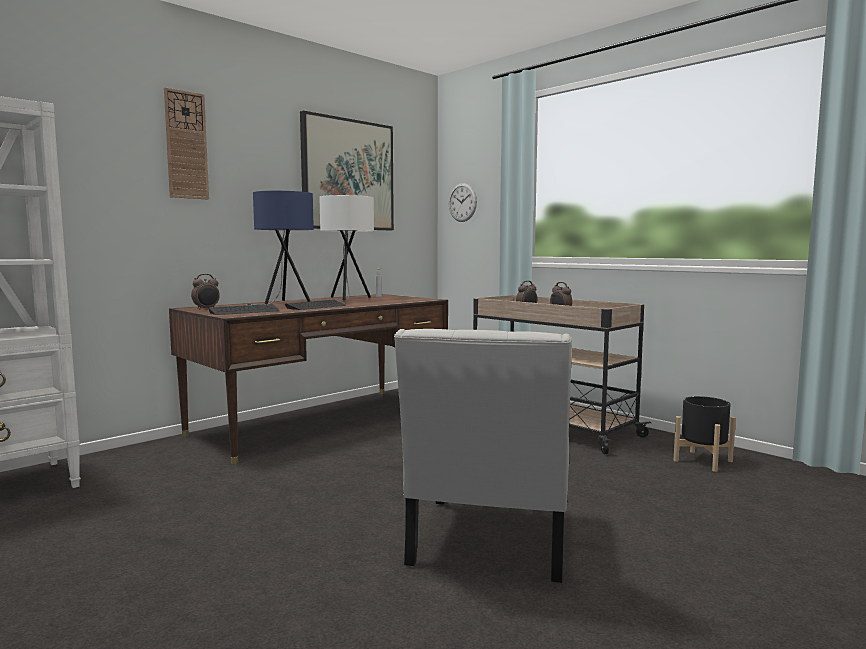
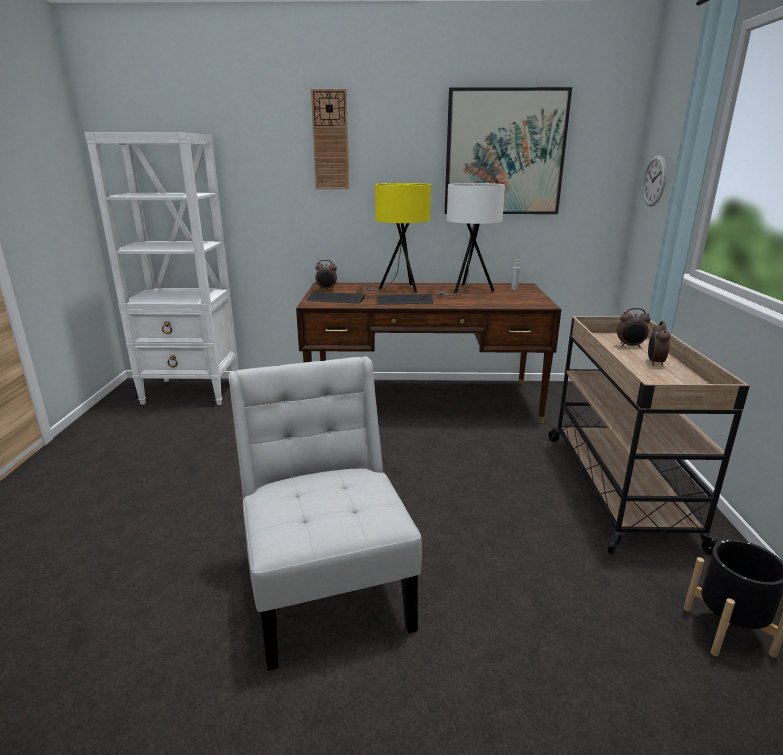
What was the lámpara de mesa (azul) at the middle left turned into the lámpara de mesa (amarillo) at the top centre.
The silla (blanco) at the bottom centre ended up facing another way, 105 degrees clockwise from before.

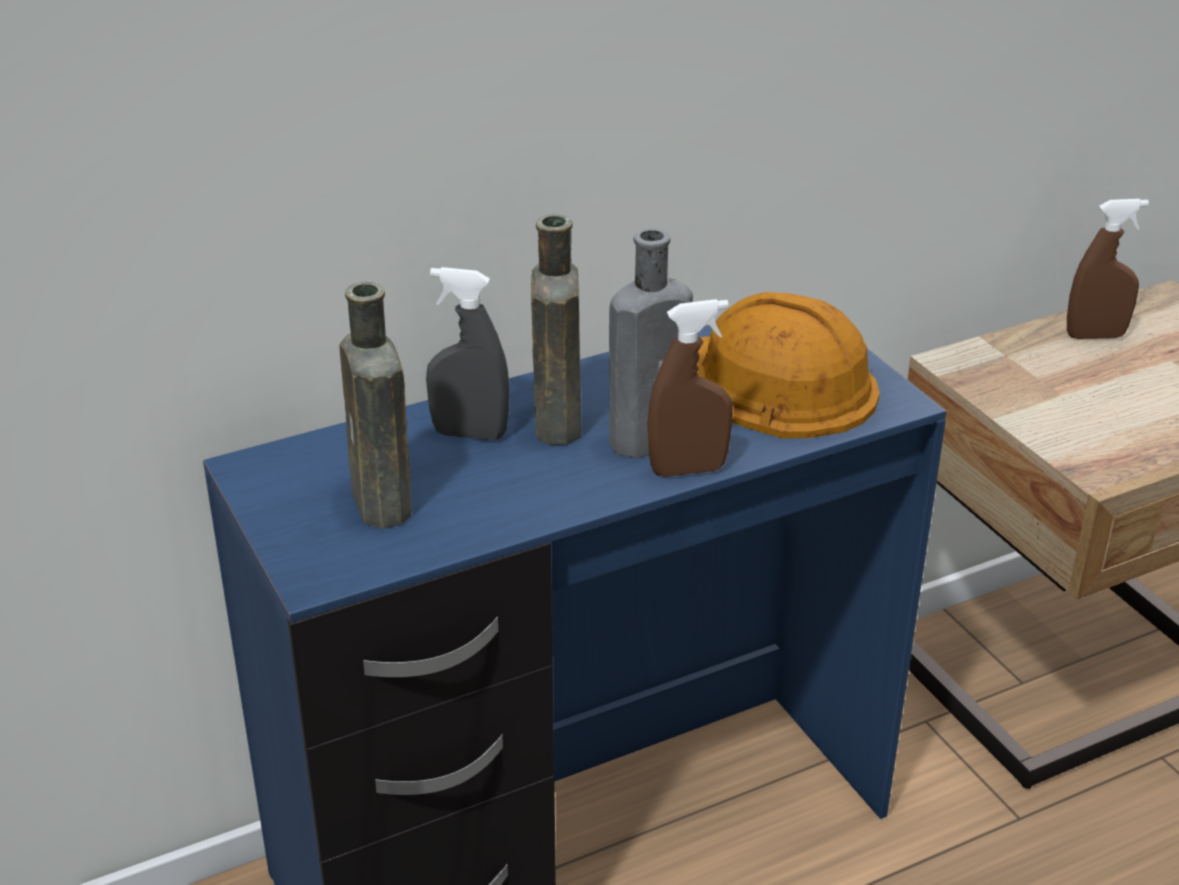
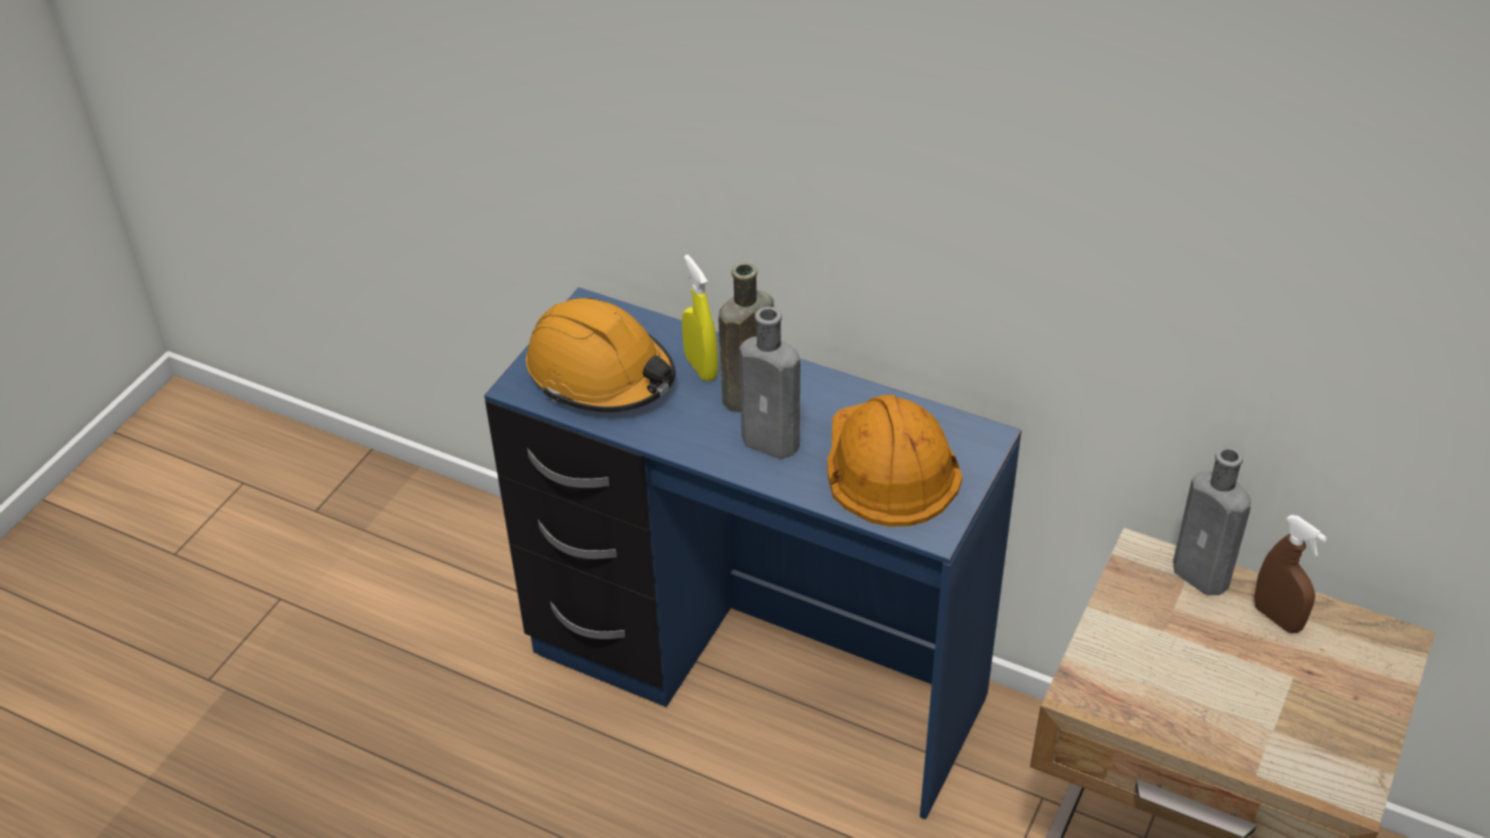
What was the pulverizador (gris) at the centre turned into the pulverizador (amarillo) at the centre.
Where the botella (marrón) (no. 1 from left) stood at the middle left, the casco (naranja) (no. 1 from left) came to stand at the centre.
The second view lost the pulverizador (marrón) (no. 1 from left) at the centre.
The second view gained the botella (gris) (no. 2 from left) at the middle right.

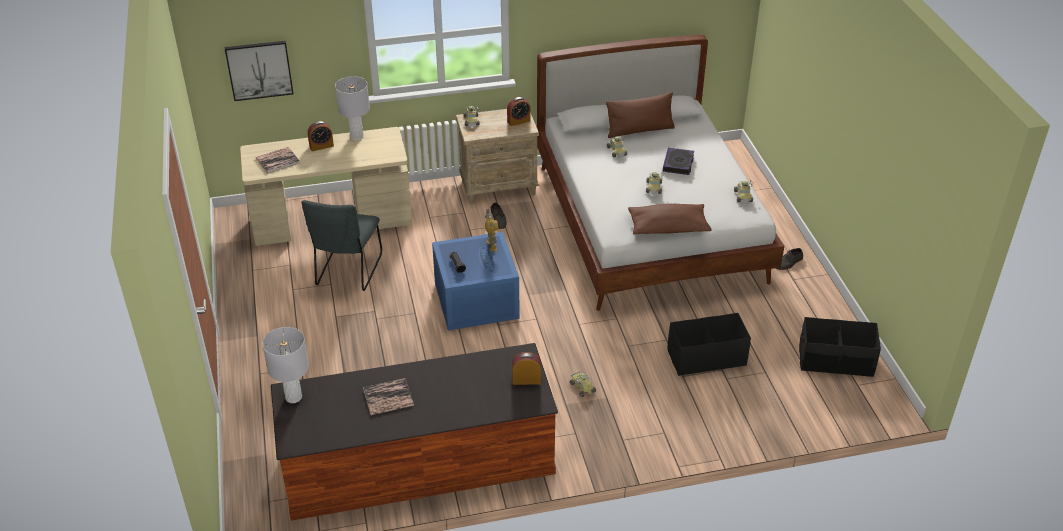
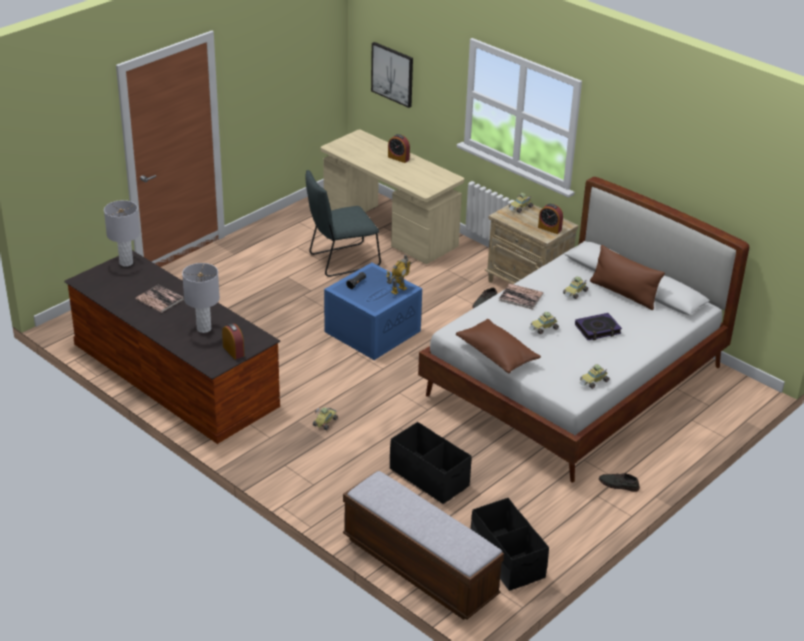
The lámpara de mesa (gris) (no. 2 from left) ended up elsewhere, having gone from the top left to the middle left.
The libro (no. 1 from left in the first image) ended up elsewhere, having gone from the top left to the centre.
The second view gained the banco at the bottom centre.

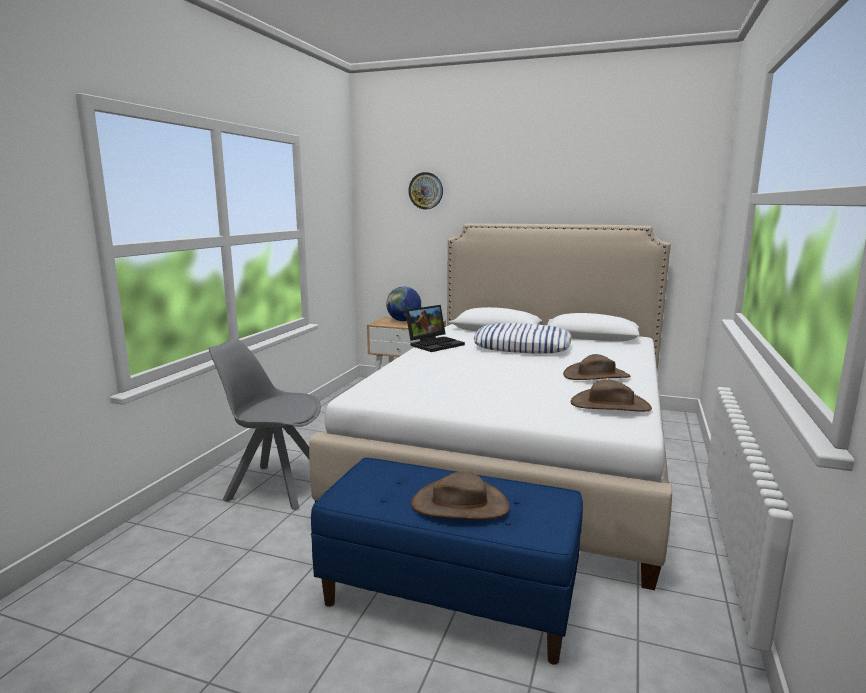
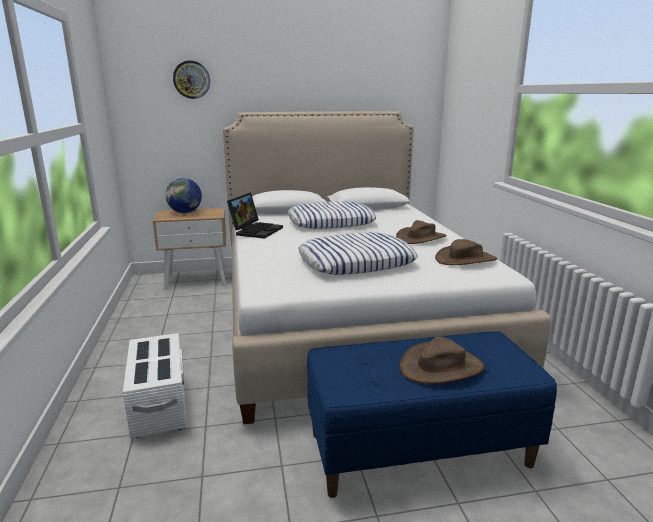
Where the silla (gris) stood at the middle left, the caja de almacenaje (blanco) came to stand at the bottom left.
The second view gained the cojín (no. 2 from left) at the centre.

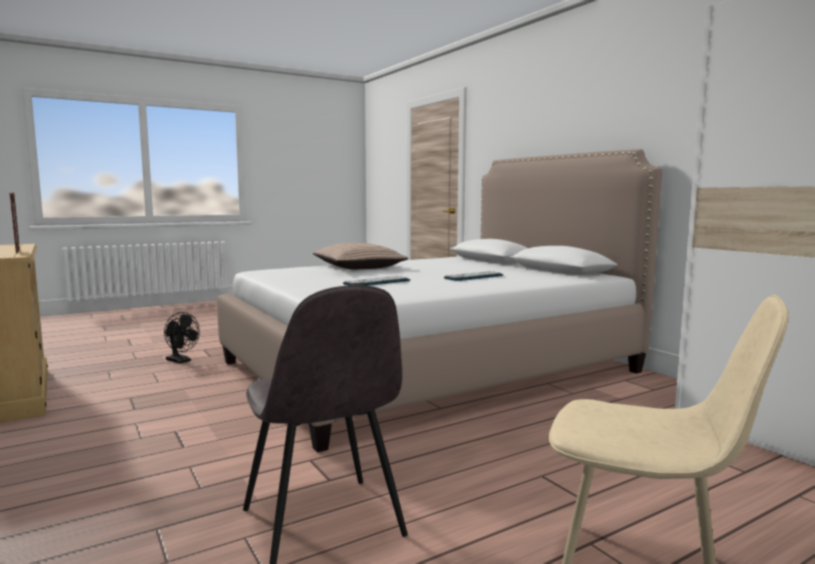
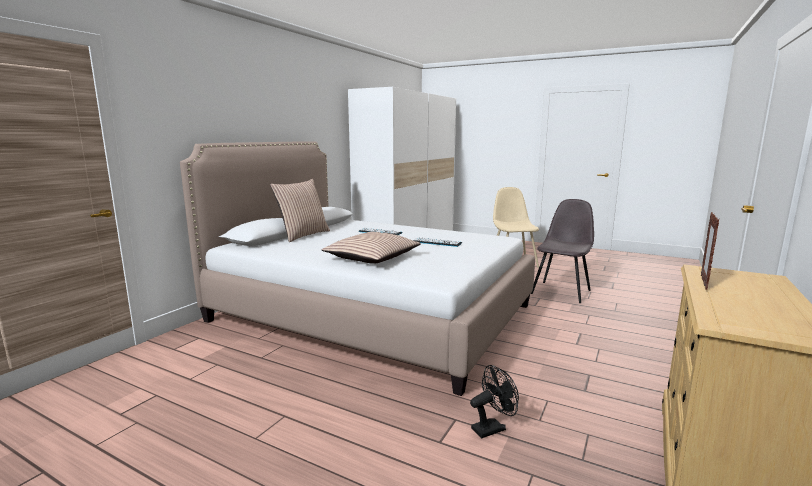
The ventilador (negro) at the middle left ended up facing another way, 60 degrees clockwise from before.
The second view gained the cojín (no. 1 from left) at the centre.

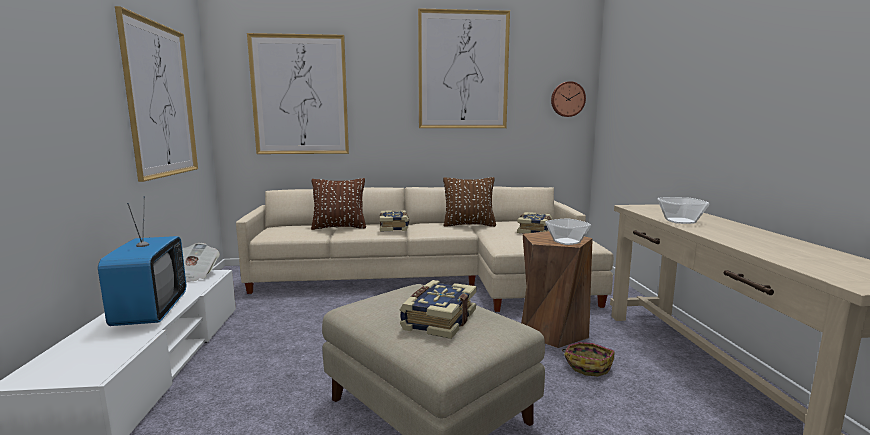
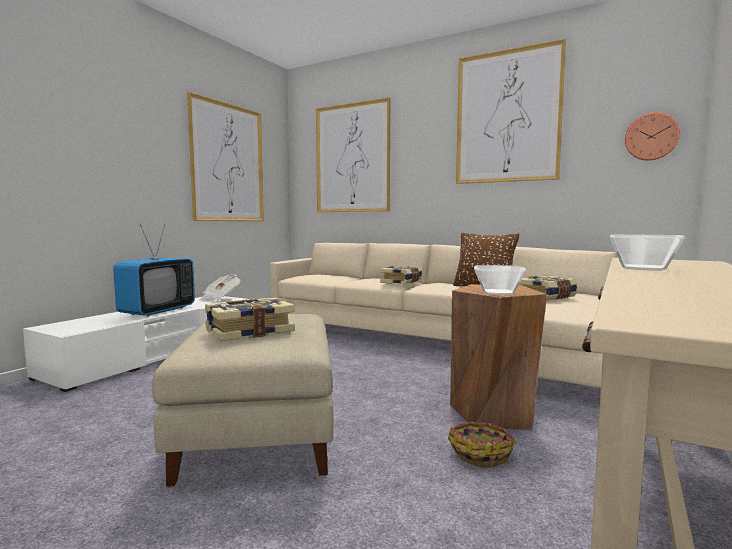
The second view lost the cojín (marrón) (no. 1 from left) at the centre.

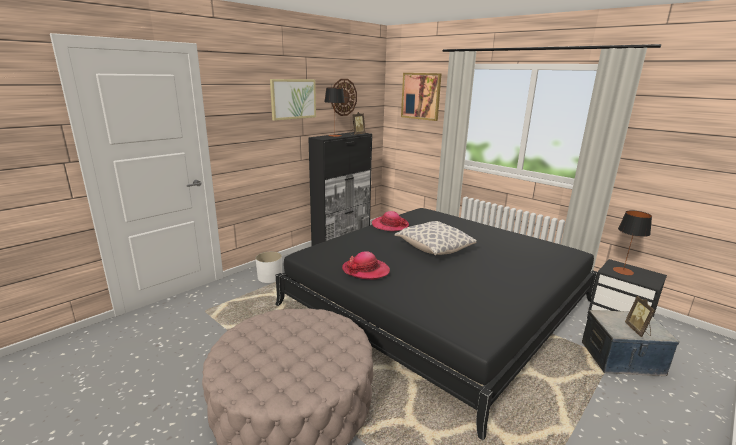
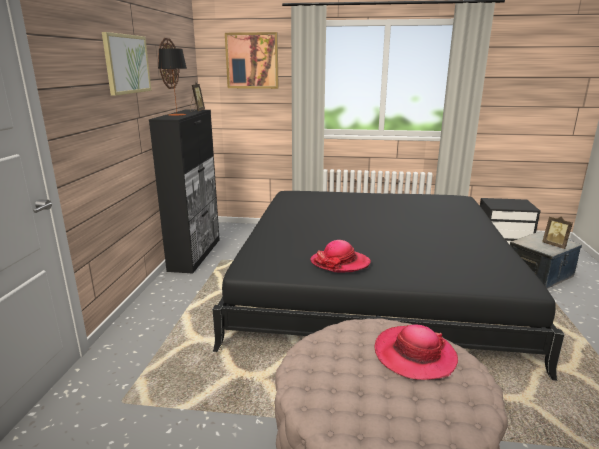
The second view lost the lámpara de mesa (no. 2 from left) at the middle right.
The sombrero (no. 2 from left) ended up elsewhere, having gone from the centre to the bottom right.
The second view lost the cojín at the centre.
The second view lost the maceta (blanco) at the centre.

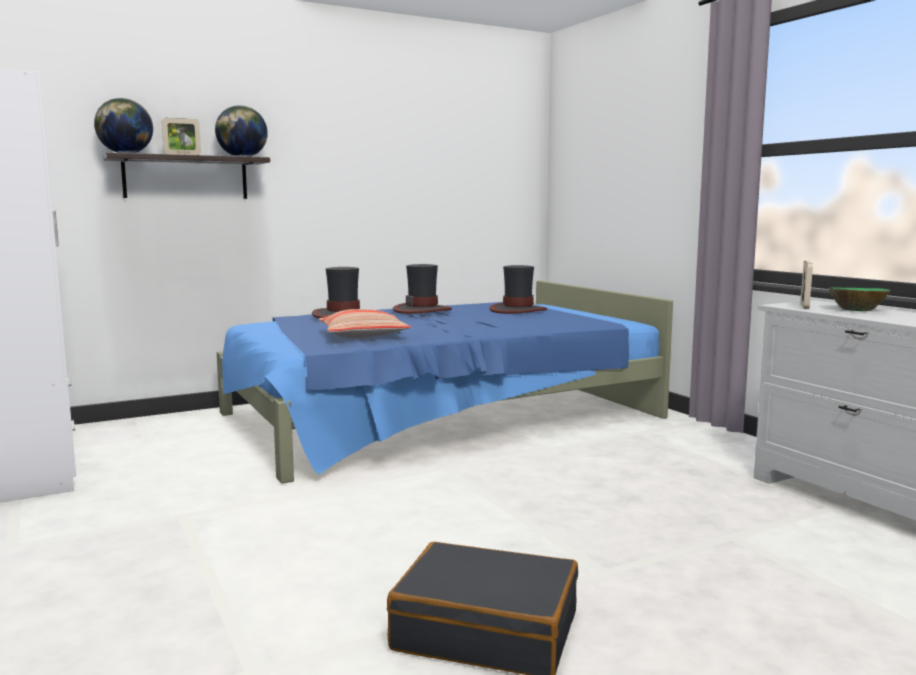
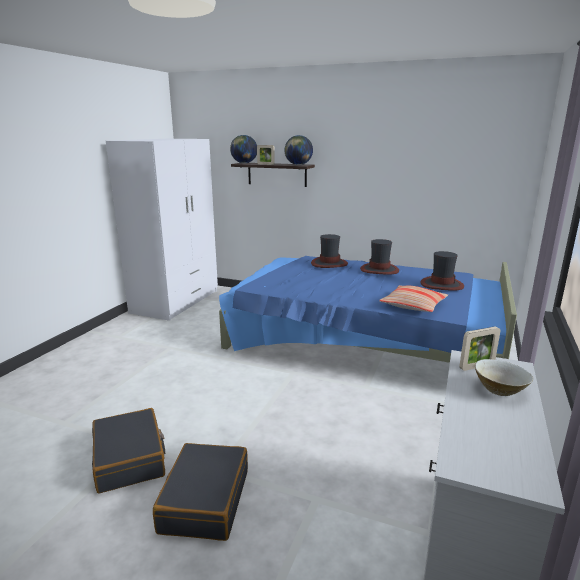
What was the cuenco (verde) at the middle right turned into the cuenco (beis) at the middle right.
The cojín ended up elsewhere, having gone from the centre to the middle right.
The second view gained the maleta (negro) (no. 2 from left) at the bottom centre.

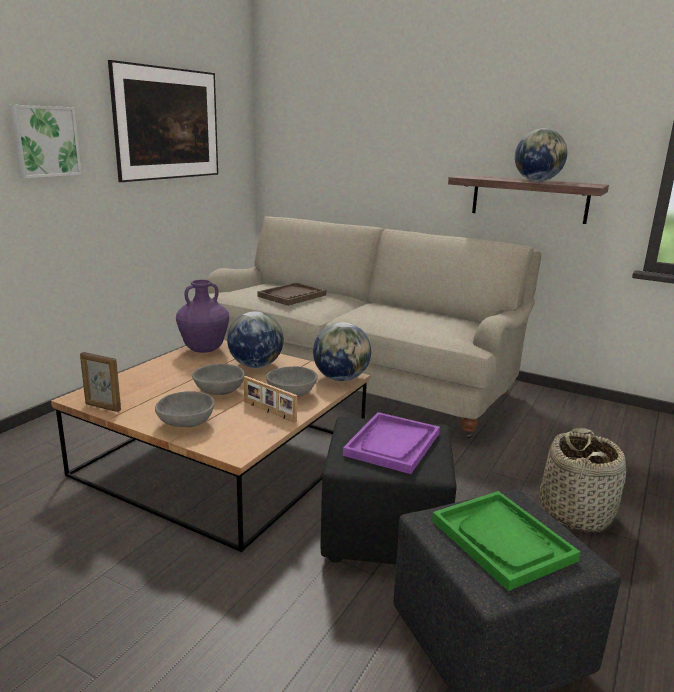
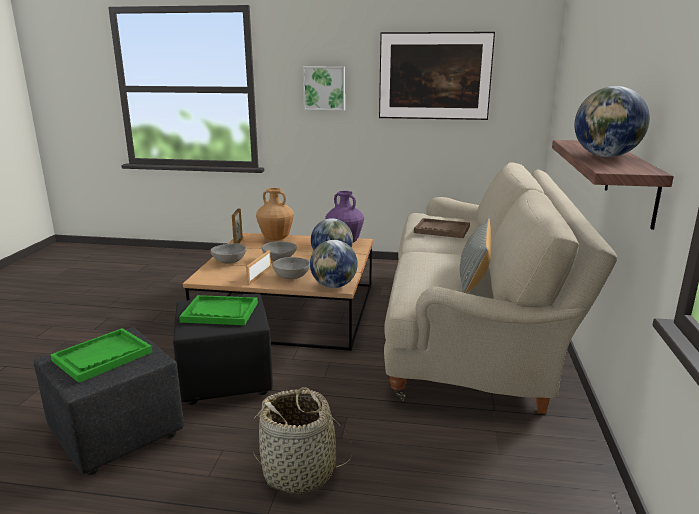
What was the bandeja (morado) at the centre turned into the bandeja (verde) (no. 2 from left) at the middle left.
The second view gained the florero (marrón) at the centre.
The second view gained the cojín (gris) at the middle right.

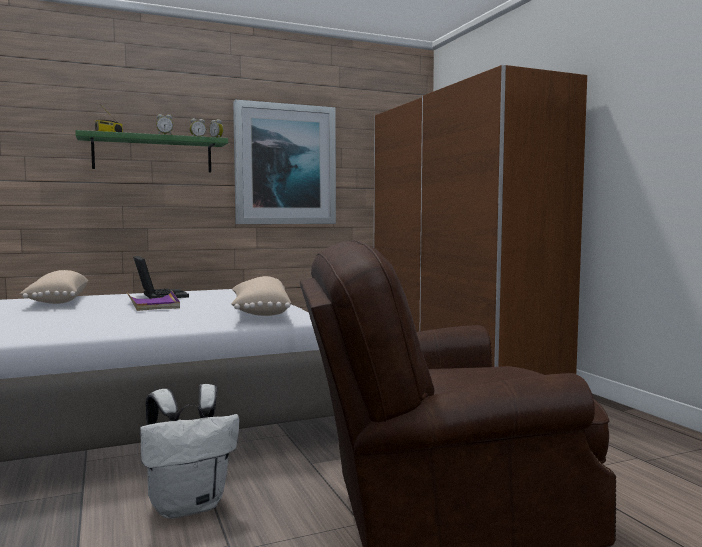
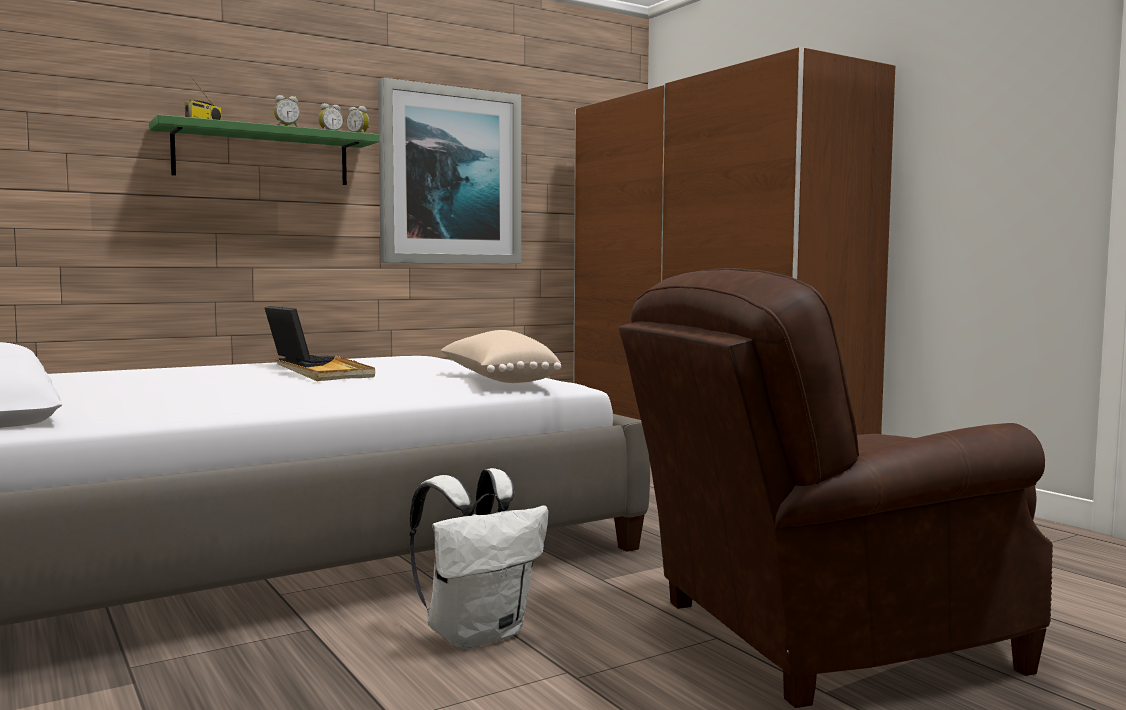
The second view lost the cojín (beis) (no. 1 from left) at the middle left.
What was the bandeja (morado) at the middle left turned into the bandeja (beis) at the middle left.

